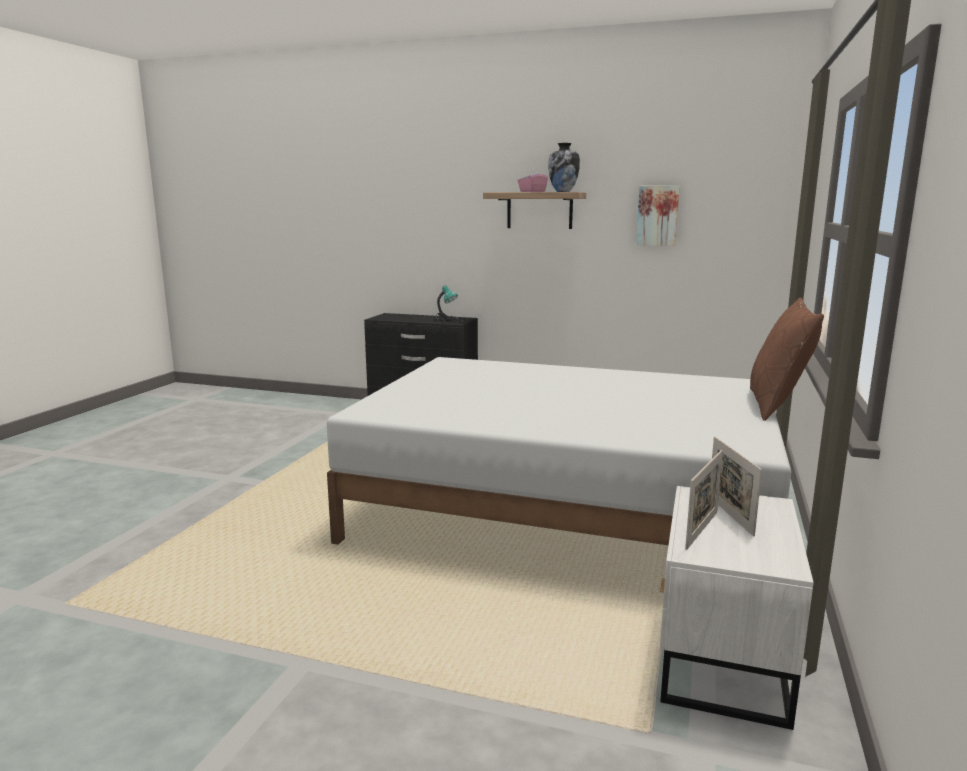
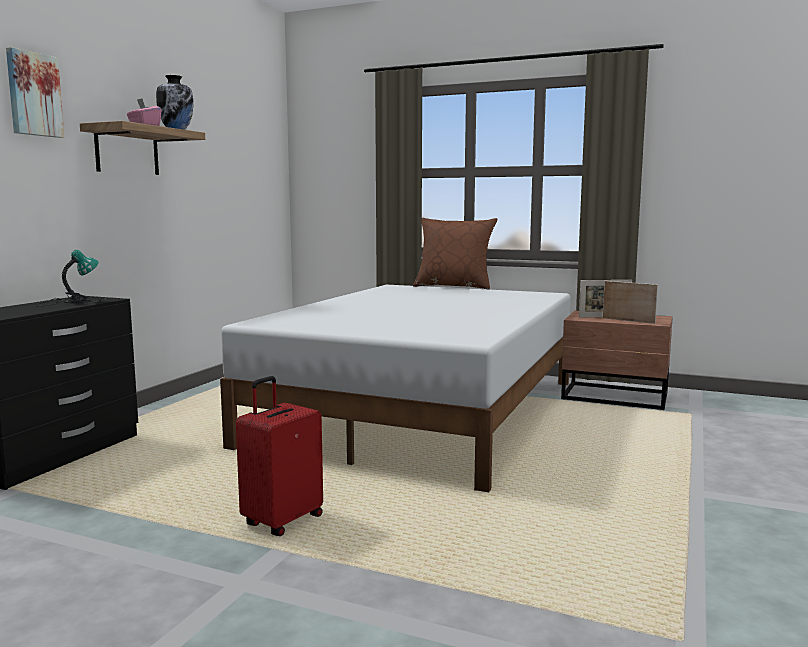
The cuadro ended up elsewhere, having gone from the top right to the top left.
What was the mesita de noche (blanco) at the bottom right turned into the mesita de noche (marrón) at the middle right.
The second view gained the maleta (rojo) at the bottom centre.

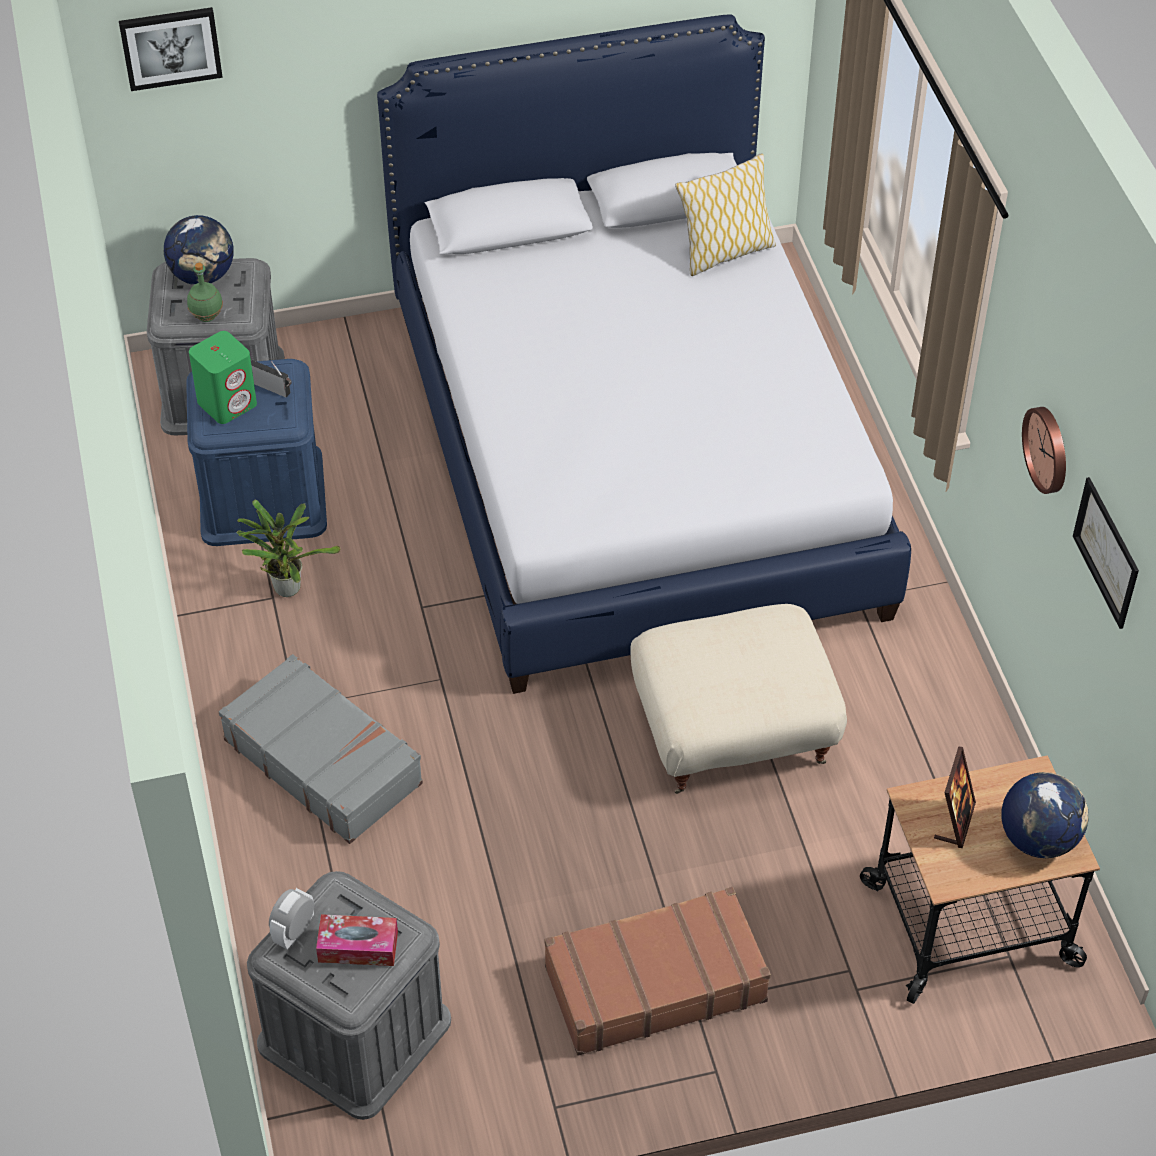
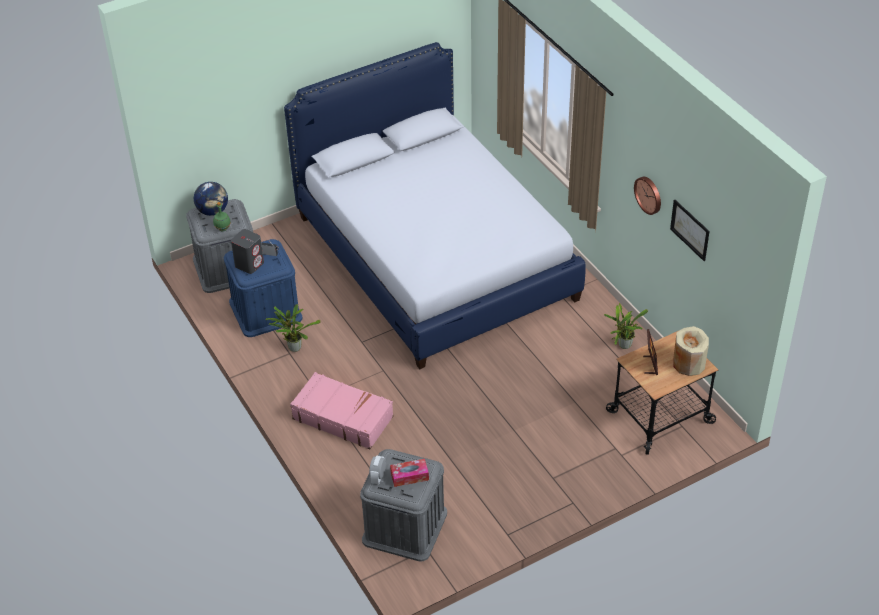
The second view lost the cuadro (no. 1 from left) at the top left.
The second view lost the cojín at the top centre.
What was the altavoz (verde) at the top left turned into the altavoz (gris) at the middle left.
The second view lost the puf (beis) at the centre.
What was the maleta (gris) at the middle left turned into the maleta (rosa) at the bottom centre.
Where the globo terráqueo (no. 2 from left) stood at the bottom right, the florero (beis) came to stand at the middle right.
The second view lost the maleta (marrón) at the bottom centre.
The second view gained the planta en maceta (no. 2 from left) at the middle right.

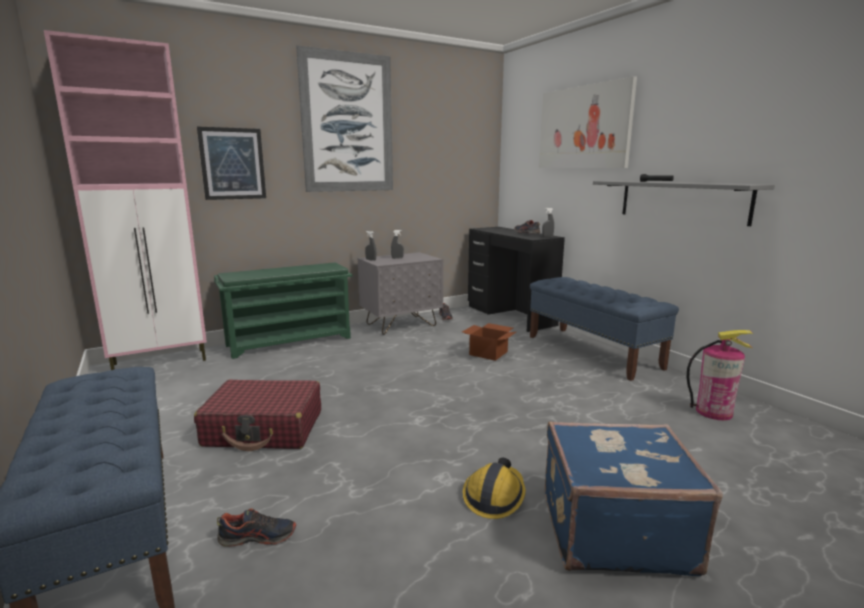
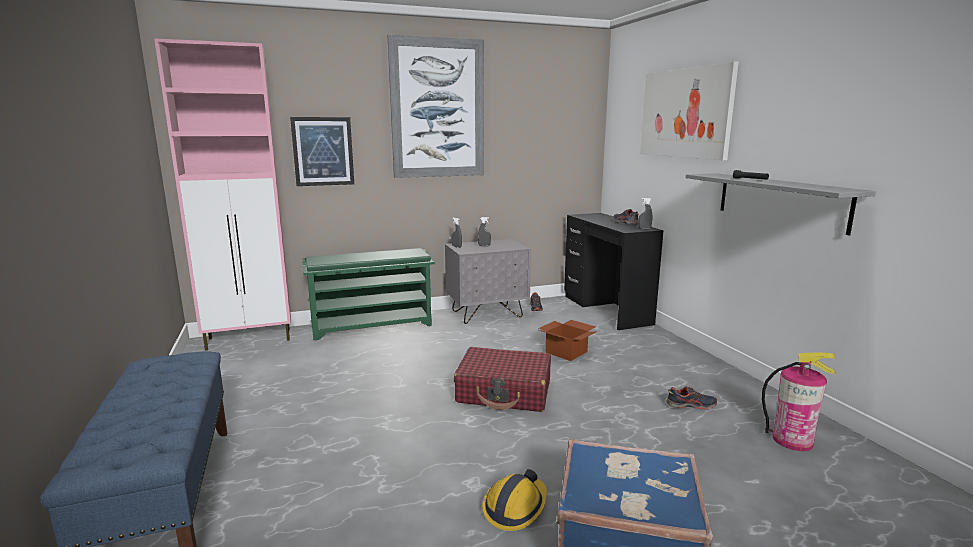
The second view lost the banco (azul) (no. 2 from left) at the middle right.
The maleta (rojo) ended up elsewhere, having gone from the bottom left to the bottom centre.
The zapato (no. 1 from left in the first image) ended up elsewhere, having gone from the bottom left to the bottom right.

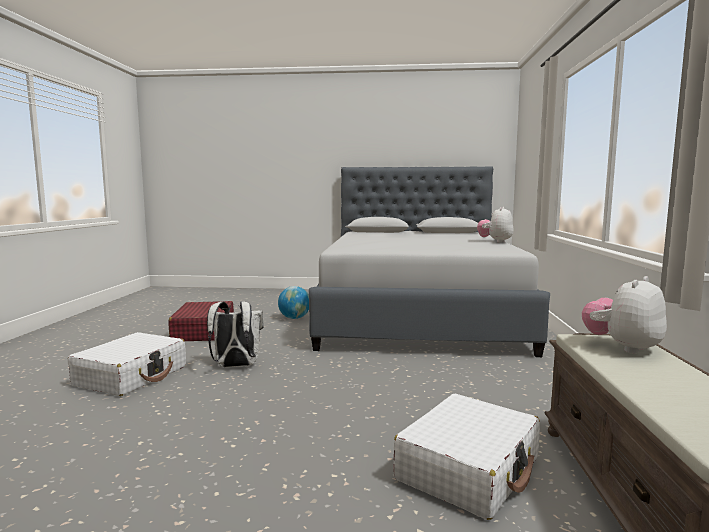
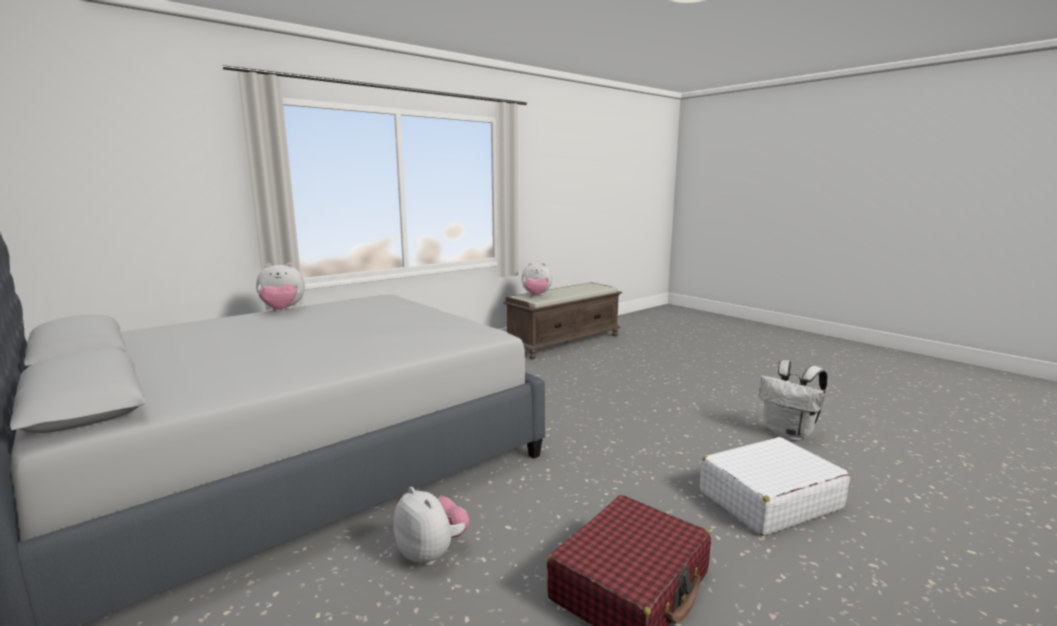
Where the globo terráqueo stood at the centre, the peluche (no. 2 from left) came to stand at the bottom centre.
The mochila (blanco) ended up elsewhere, having gone from the middle left to the middle right.
The second view lost the maleta (blanco) (no. 2 from left) at the bottom centre.

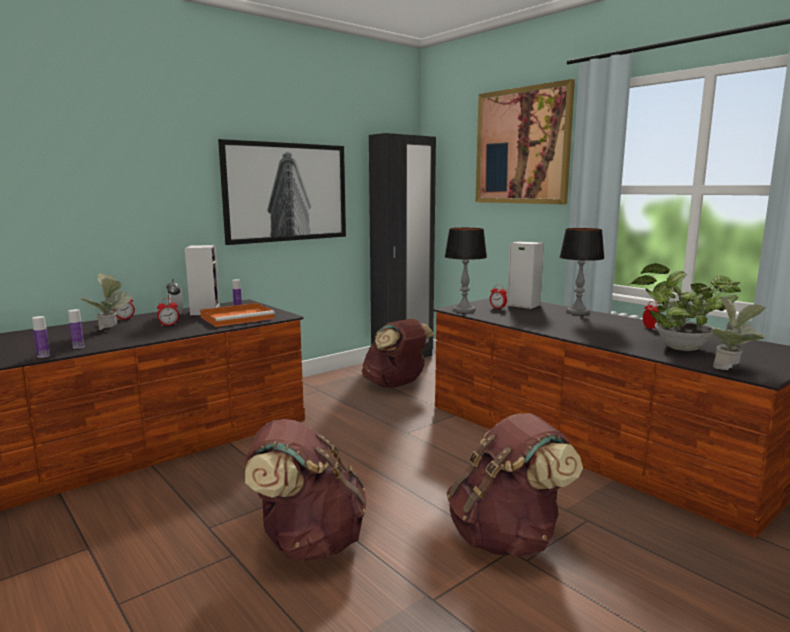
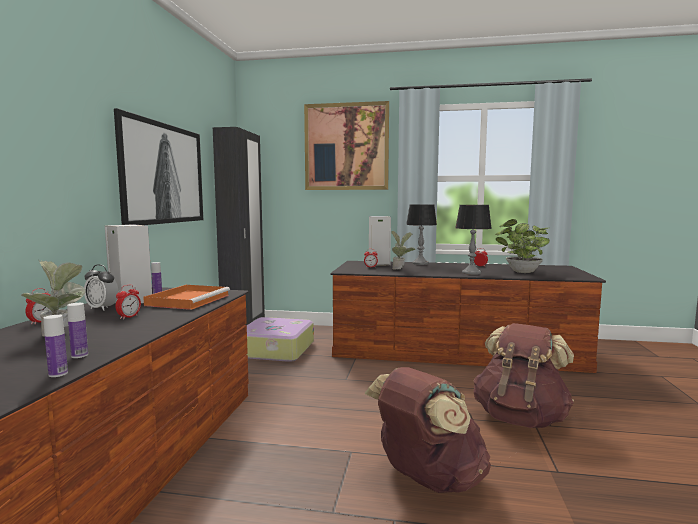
The lámpara de mesa (no. 1 from left in the first image) ended up elsewhere, having gone from the centre to the middle right.
The planta en maceta (no. 3 from left in the first image) ended up elsewhere, having gone from the middle right to the centre.
Where the mochila (marrón) (no. 2 from left) stood at the centre, the maleta came to stand at the centre.

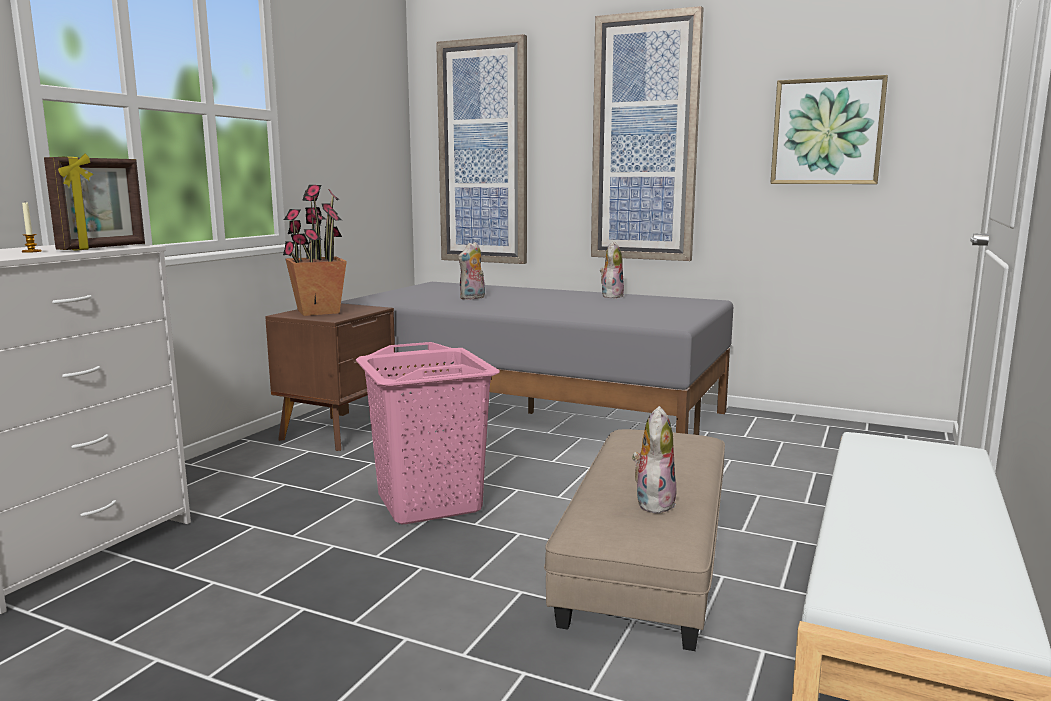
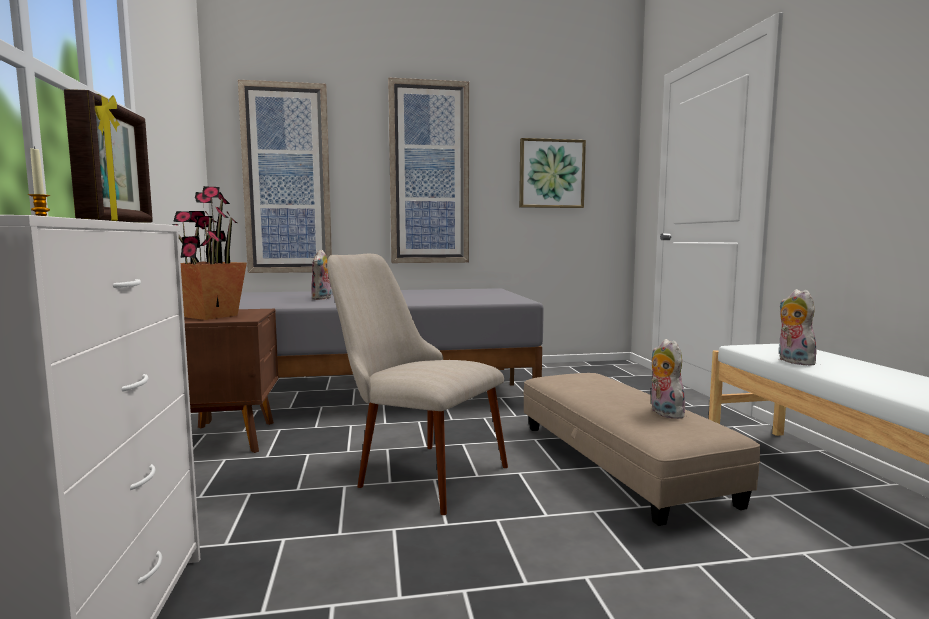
The peluche (no. 2 from left in the first image) ended up elsewhere, having gone from the centre to the middle right.
Where the cesto de la ropa (rosa) stood at the centre, the silla (beis) came to stand at the centre.

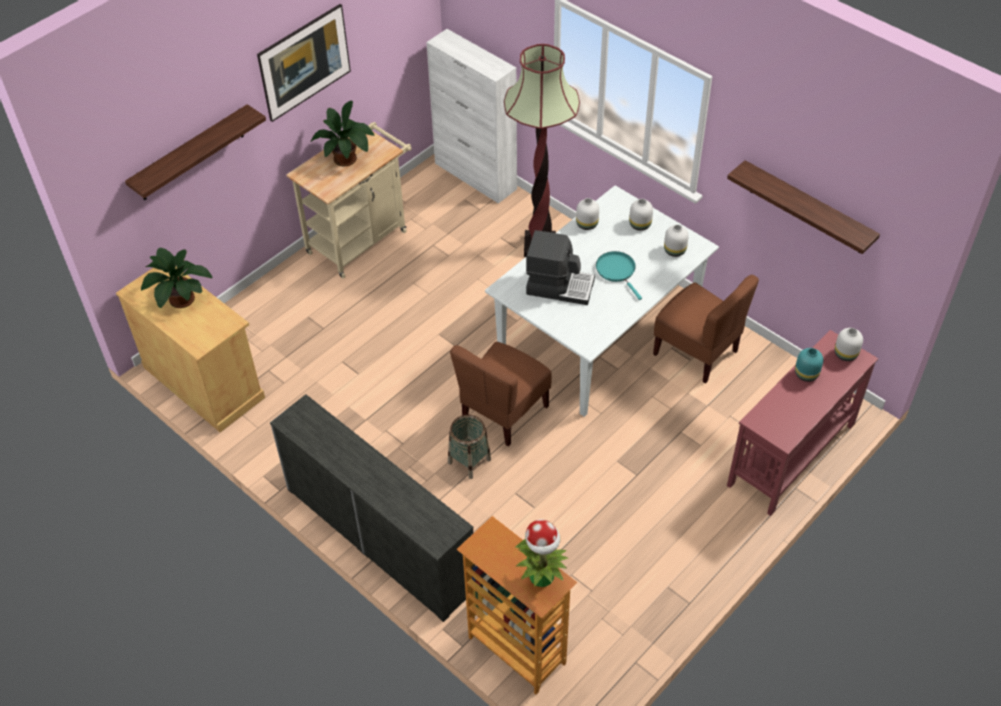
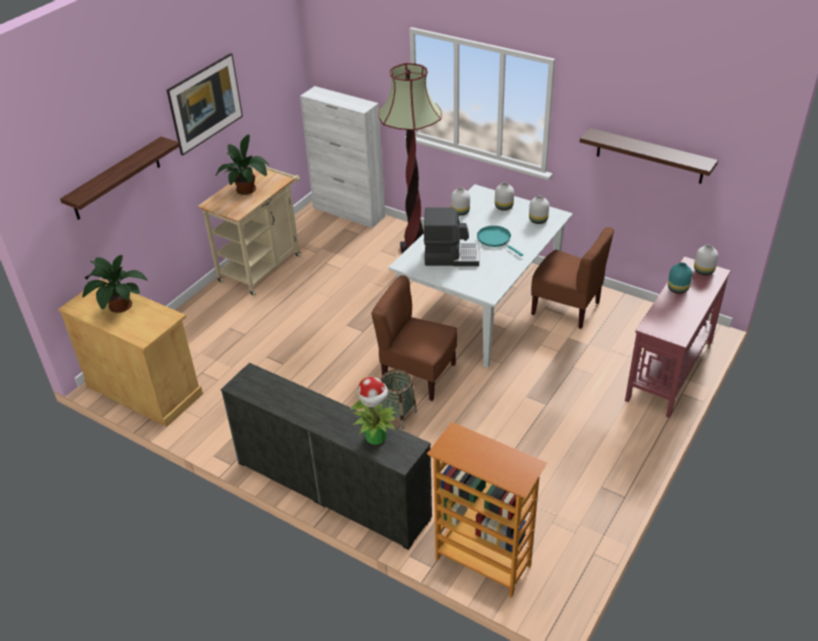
The silla (marrón) (no. 1 from left) at the centre ended up facing another way, 90 degrees clockwise from before.
The planta en maceta (no. 3 from left) ended up elsewhere, having gone from the bottom centre to the centre.

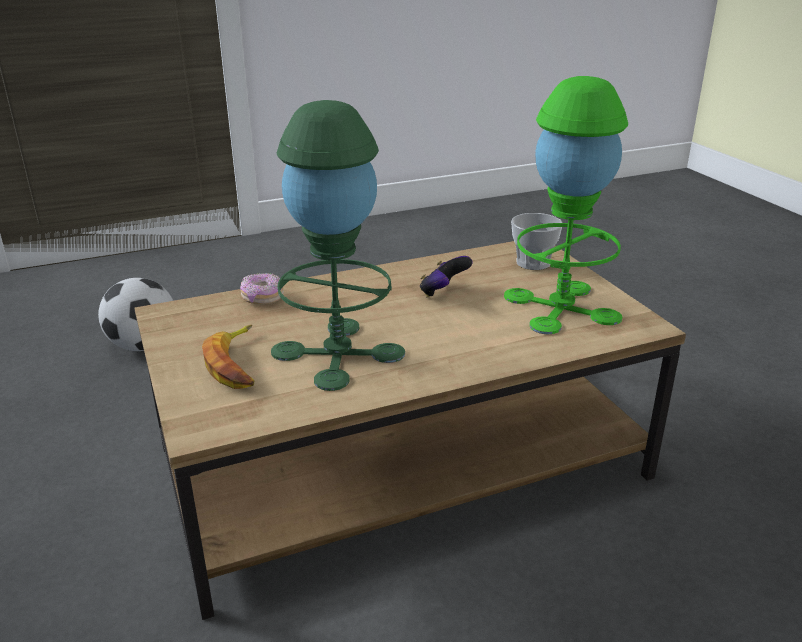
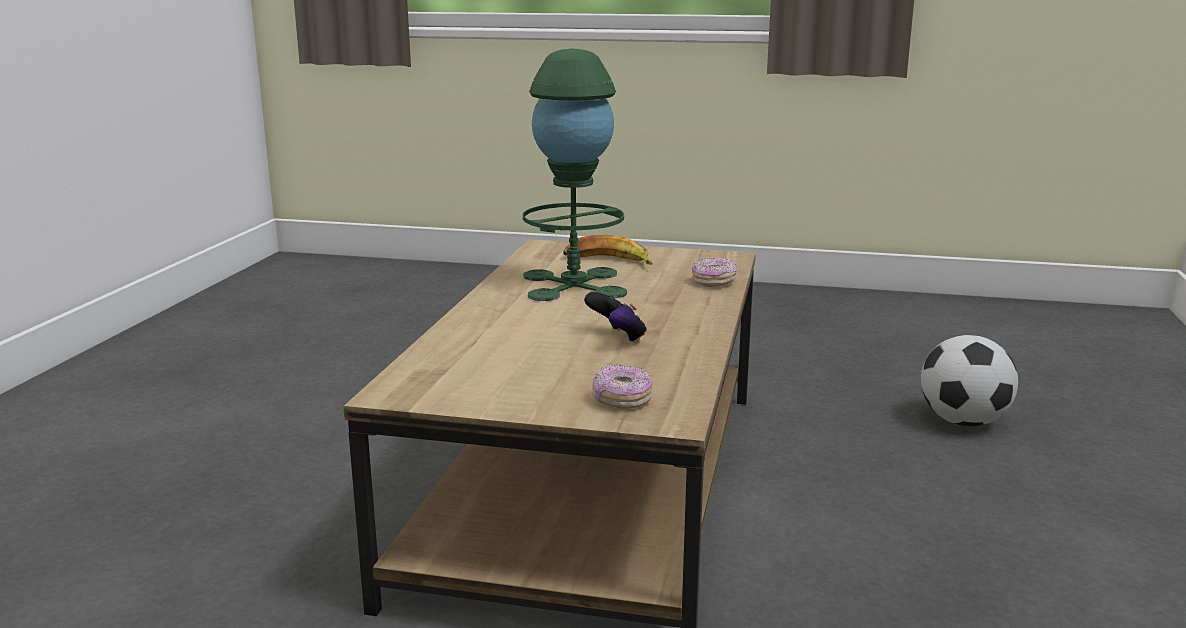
The second view lost the lámpara de mesa (verde) (no. 2 from left) at the top right.
Where the taza stood at the middle right, the rosquilla (no. 1 from left) came to stand at the centre.

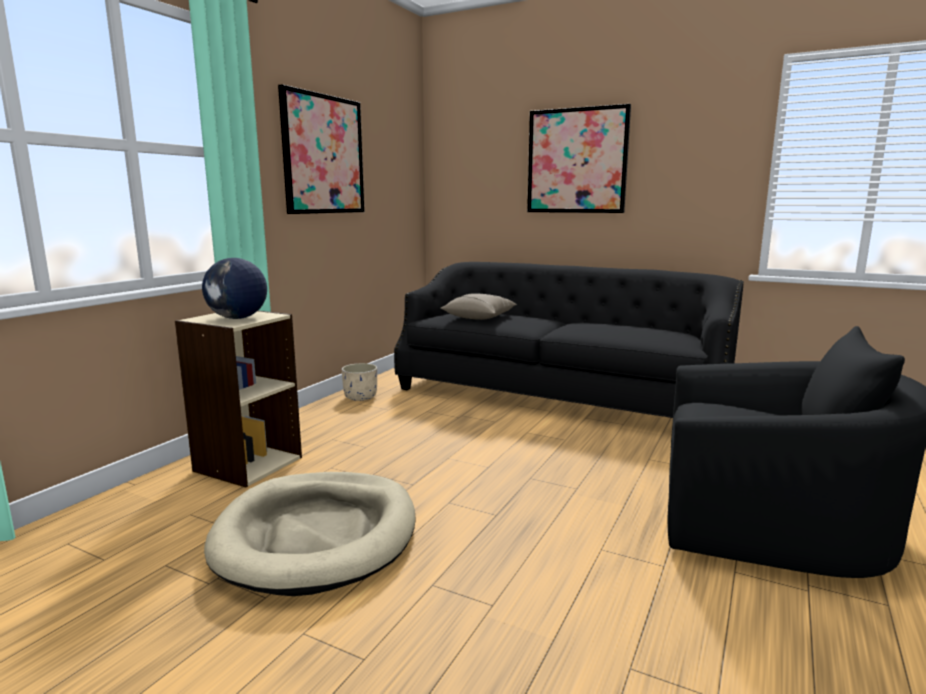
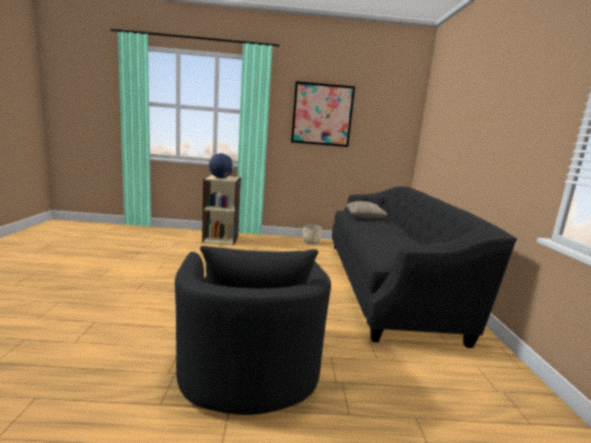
The second view lost the cuadro (no. 2 from left) at the top centre.
The second view lost the cama para perro (beis) at the bottom centre.

